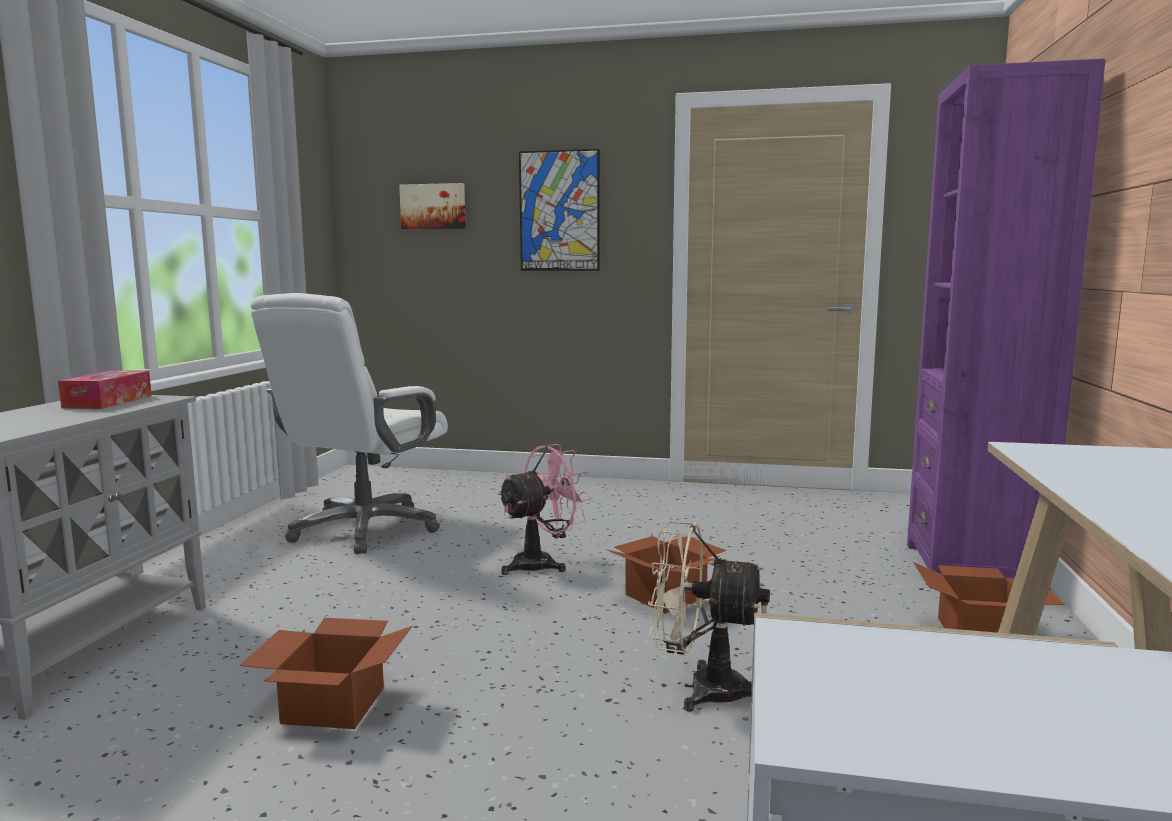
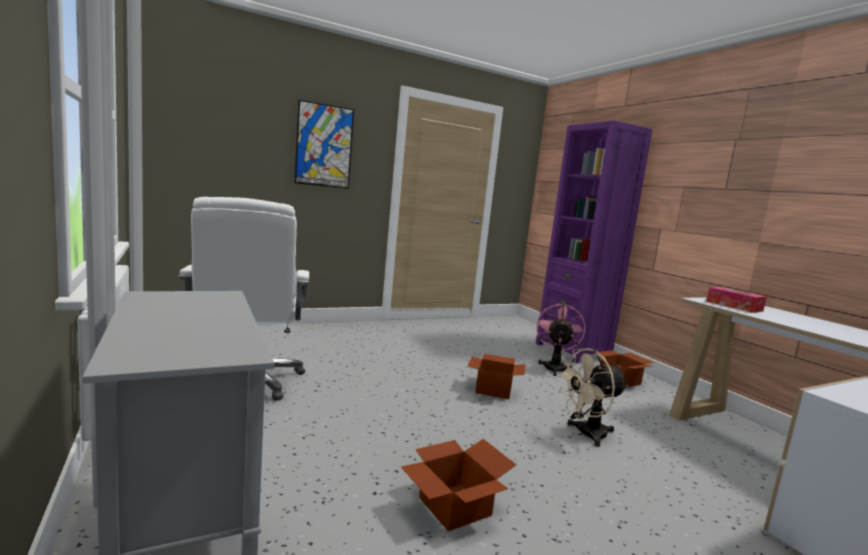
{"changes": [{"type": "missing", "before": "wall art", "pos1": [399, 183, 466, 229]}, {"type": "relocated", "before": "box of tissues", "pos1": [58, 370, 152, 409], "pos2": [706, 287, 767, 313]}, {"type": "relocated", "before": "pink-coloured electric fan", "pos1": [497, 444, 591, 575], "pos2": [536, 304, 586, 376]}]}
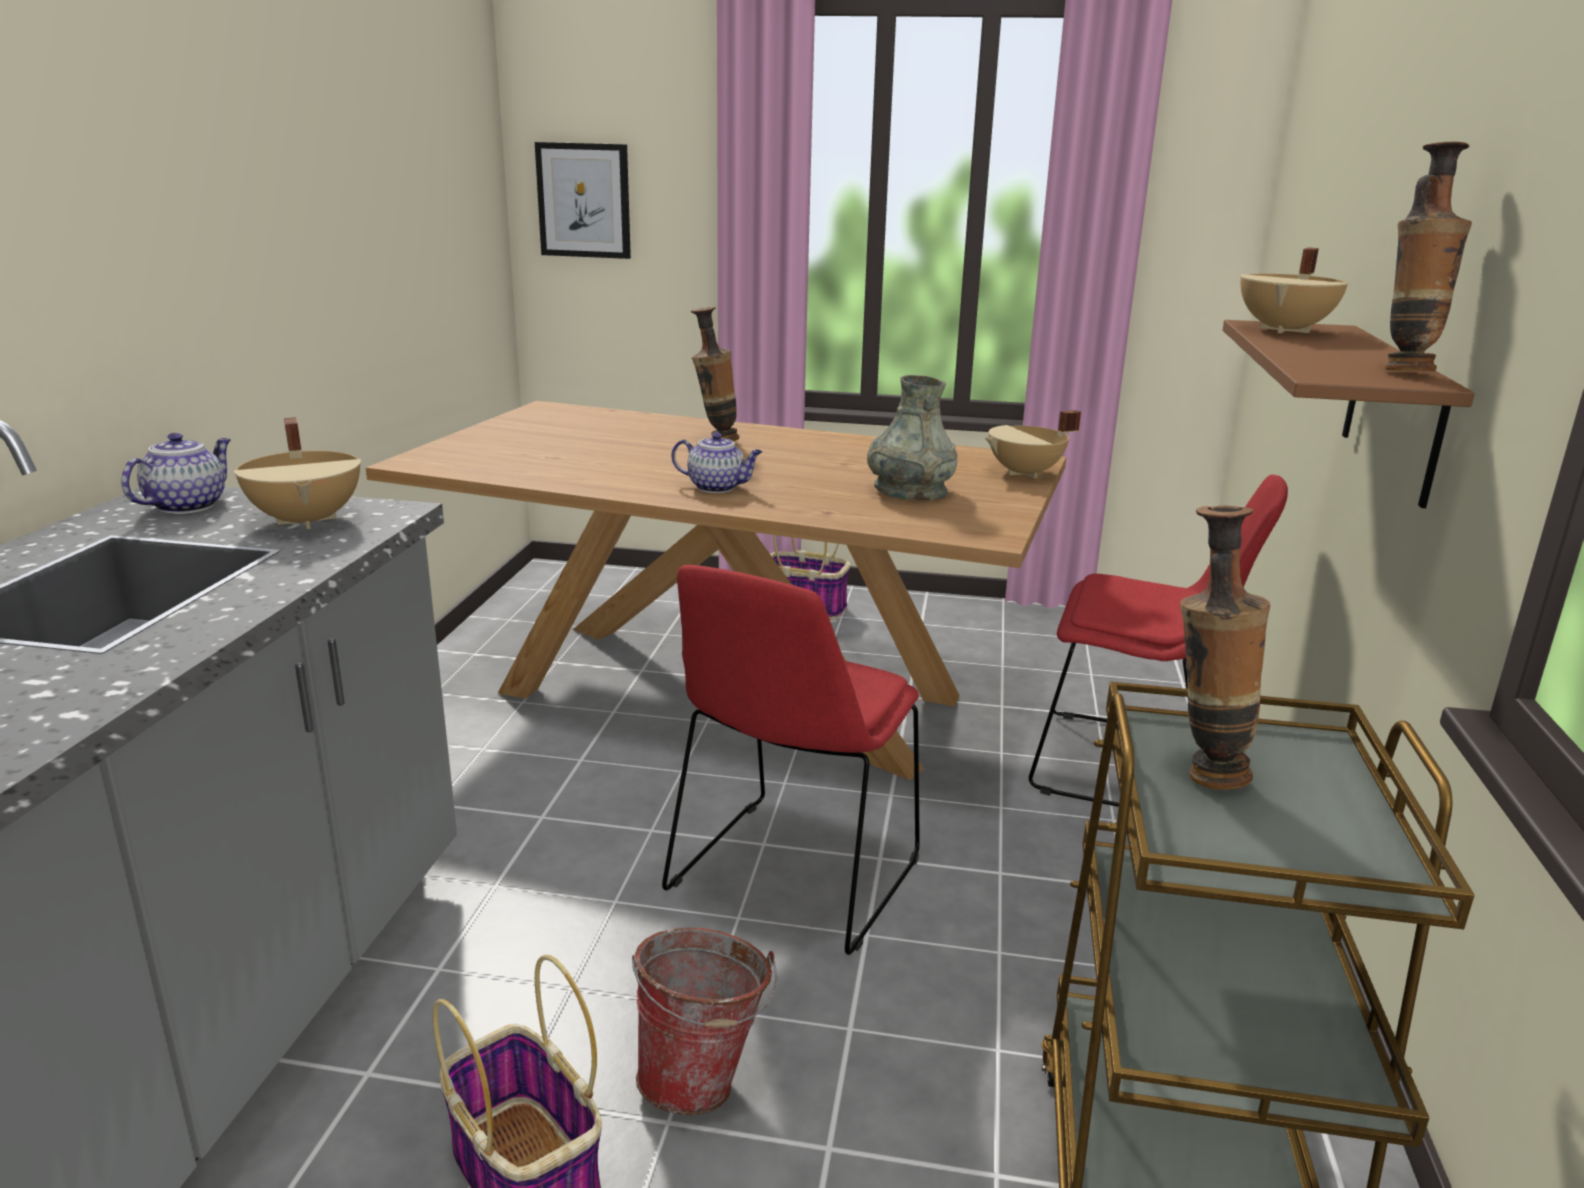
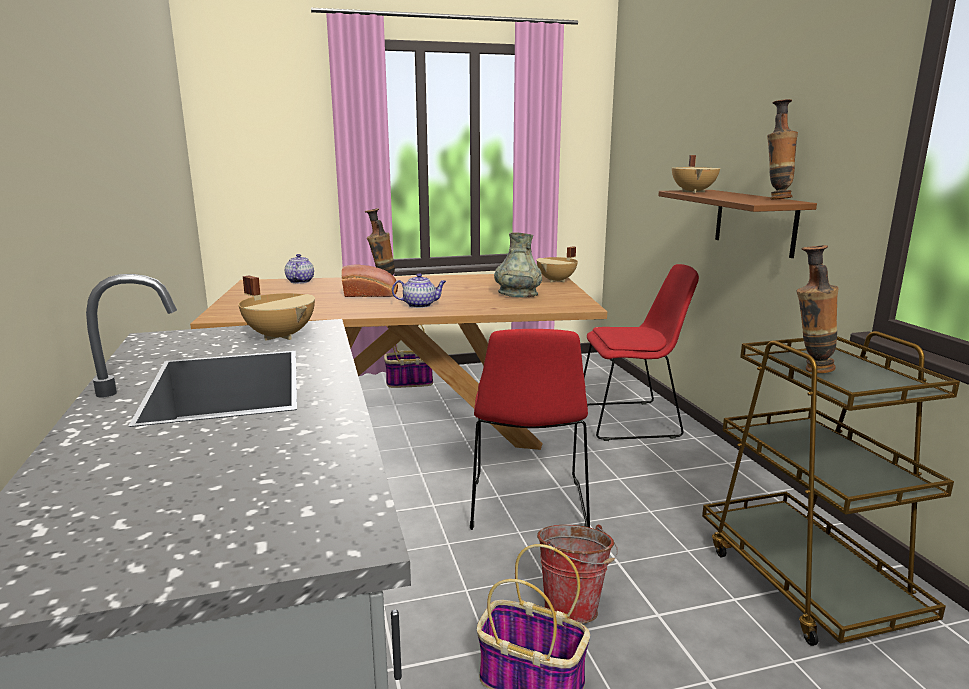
{"changes": [{"type": "missing", "before": "wall art", "pos1": [535, 142, 631, 259]}, {"type": "relocated", "before": "teapot", "pos1": [121, 433, 231, 514], "pos2": [285, 254, 314, 283]}, {"type": "appeared", "after": "bread", "pos2": [342, 264, 398, 297]}]}
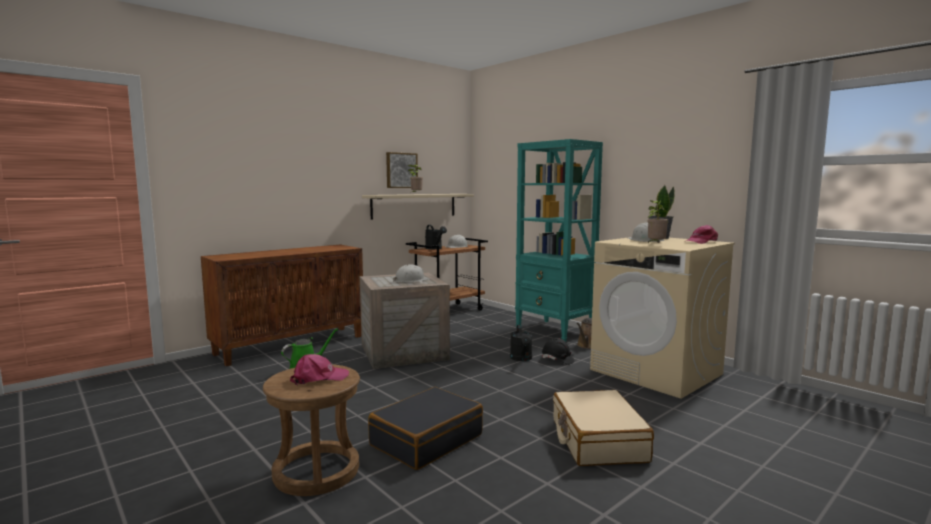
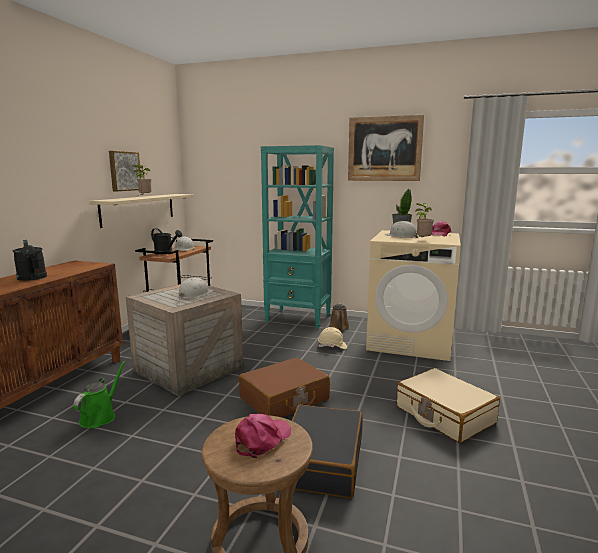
{"changes": [{"type": "relocated", "before": "blackish sprinkling can", "pos1": [510, 325, 532, 361], "pos2": [13, 240, 47, 281]}, {"type": "colour", "before": "blackish work helmet", "after": "sand-coloured work helmet", "pos1": [542, 338, 575, 365], "pos2": [318, 327, 347, 349]}, {"type": "appeared", "after": "wall art", "pos2": [348, 115, 424, 181]}, {"type": "appeared", "after": "brown travel case", "pos2": [239, 357, 330, 417]}]}
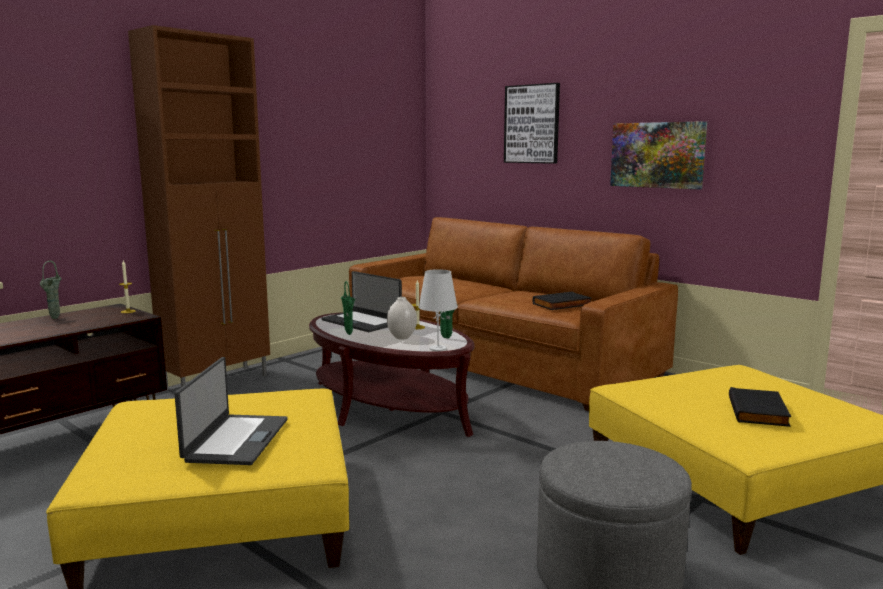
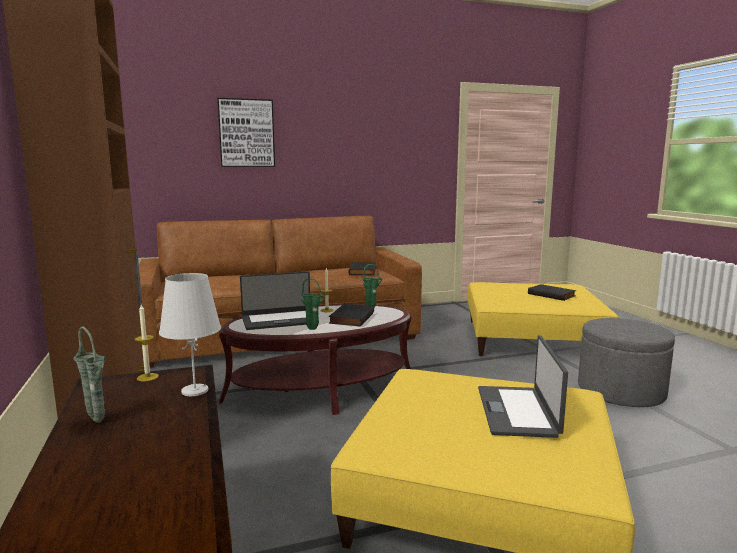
{"changes": [{"type": "missing", "before": "wall art", "pos1": [610, 121, 707, 190]}, {"type": "relocated", "before": "white tabletop lamp", "pos1": [418, 269, 458, 351], "pos2": [159, 273, 221, 396]}, {"type": "exchanged", "before": "white flower vase", "after": "blackish volume", "pos1": [387, 297, 417, 339], "pos2": [329, 304, 374, 327]}, {"type": "spun", "before": "laptop", "pos1": [175, 357, 288, 465], "pos2": [478, 335, 568, 438], "turn": -120}]}
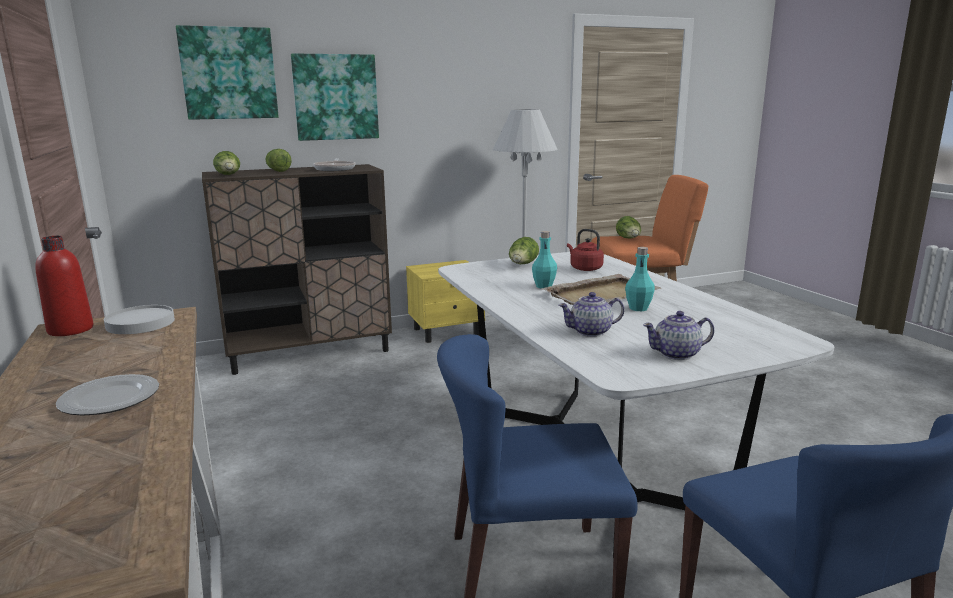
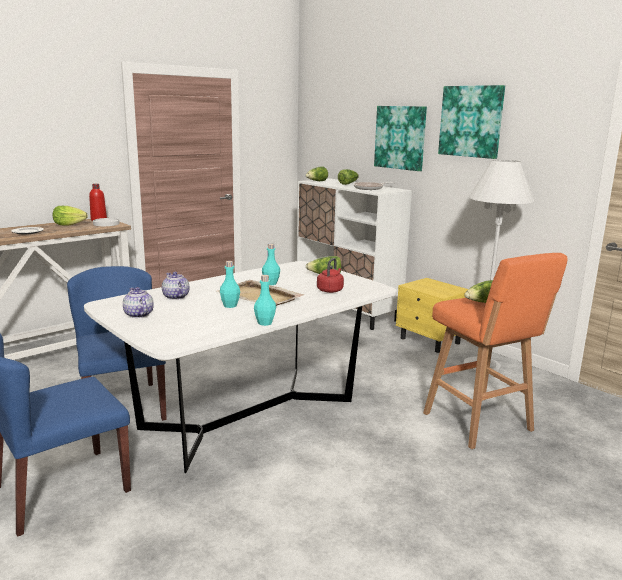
{"changes": [{"type": "relocated", "before": "wall art", "pos1": [176, 25, 279, 120], "pos2": [438, 85, 505, 159]}, {"type": "colour", "before": "brown cabinet", "after": "white cabinet", "pos1": [202, 164, 392, 375], "pos2": [297, 178, 412, 330]}, {"type": "appeared", "after": "lettuce head", "pos2": [53, 206, 88, 225]}, {"type": "appeared", "after": "blue-green beverage bottle", "pos2": [254, 275, 276, 326]}]}
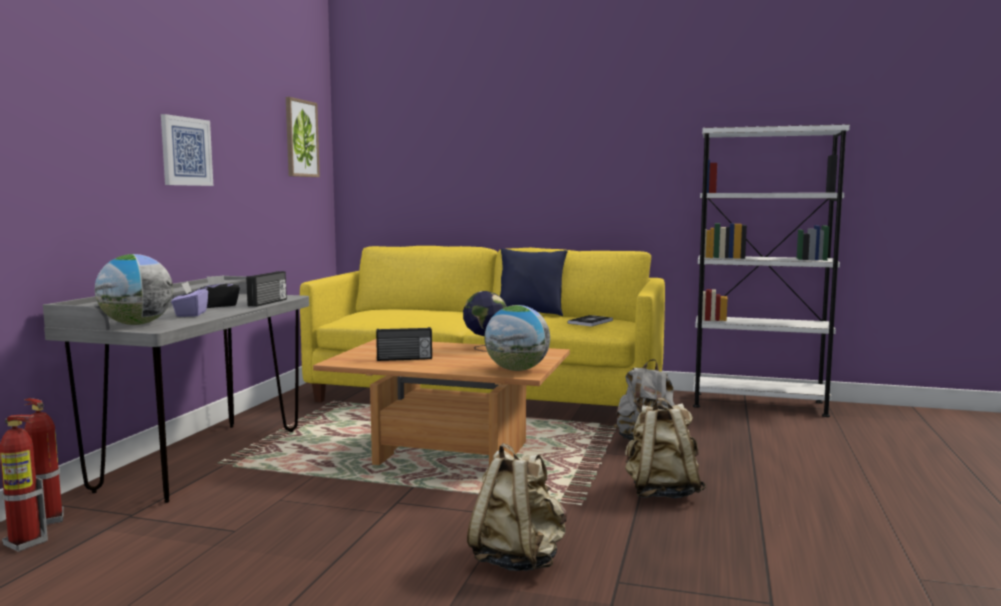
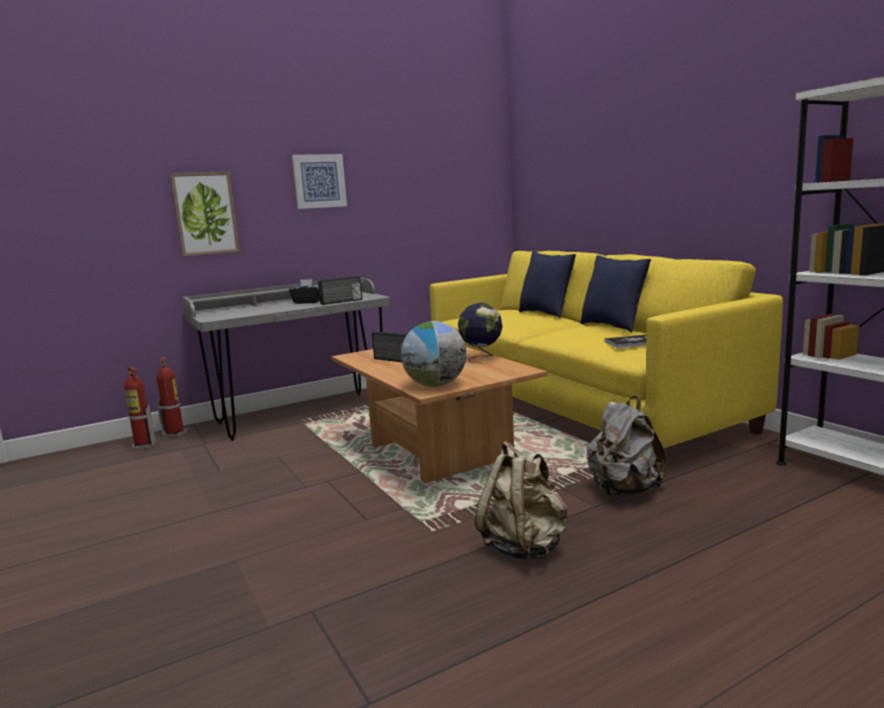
{"changes": [{"type": "relocated", "before": "wall art", "pos1": [286, 97, 320, 177], "pos2": [170, 172, 240, 256]}, {"type": "missing", "before": "desk globe", "pos1": [95, 254, 173, 325]}, {"type": "missing", "before": "purple box of tissues", "pos1": [171, 282, 208, 317]}, {"type": "missing", "before": "sand-coloured knapsack", "pos1": [467, 443, 567, 571]}, {"type": "appeared", "after": "bluish throw pillow", "pos2": [519, 252, 576, 318]}]}
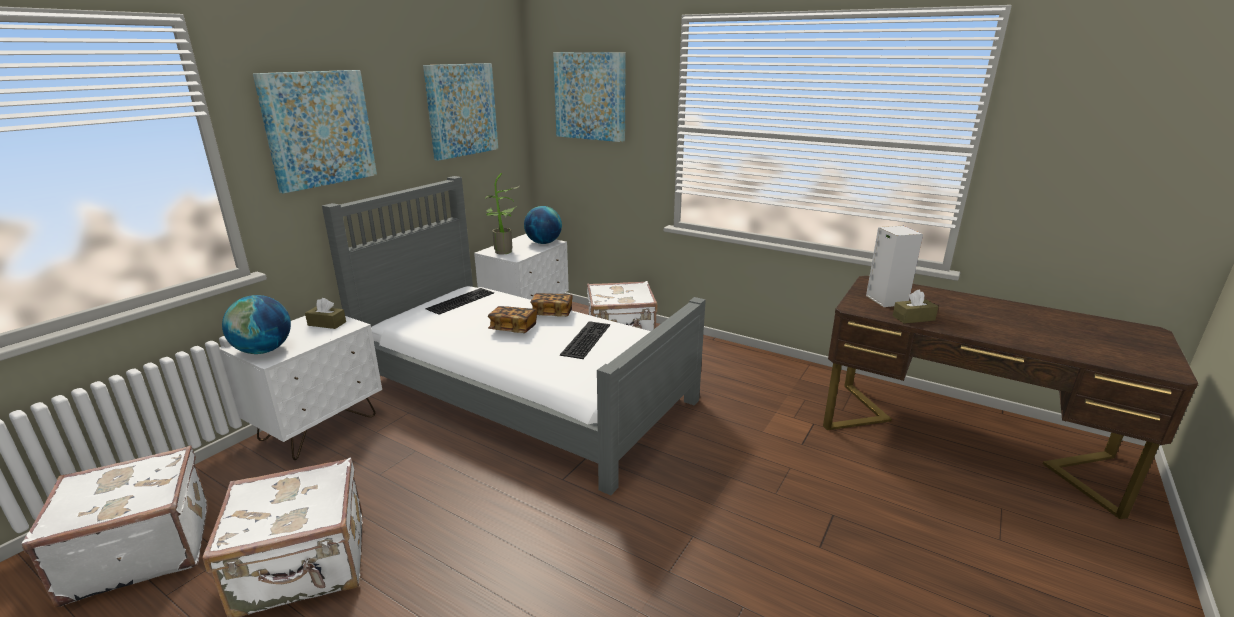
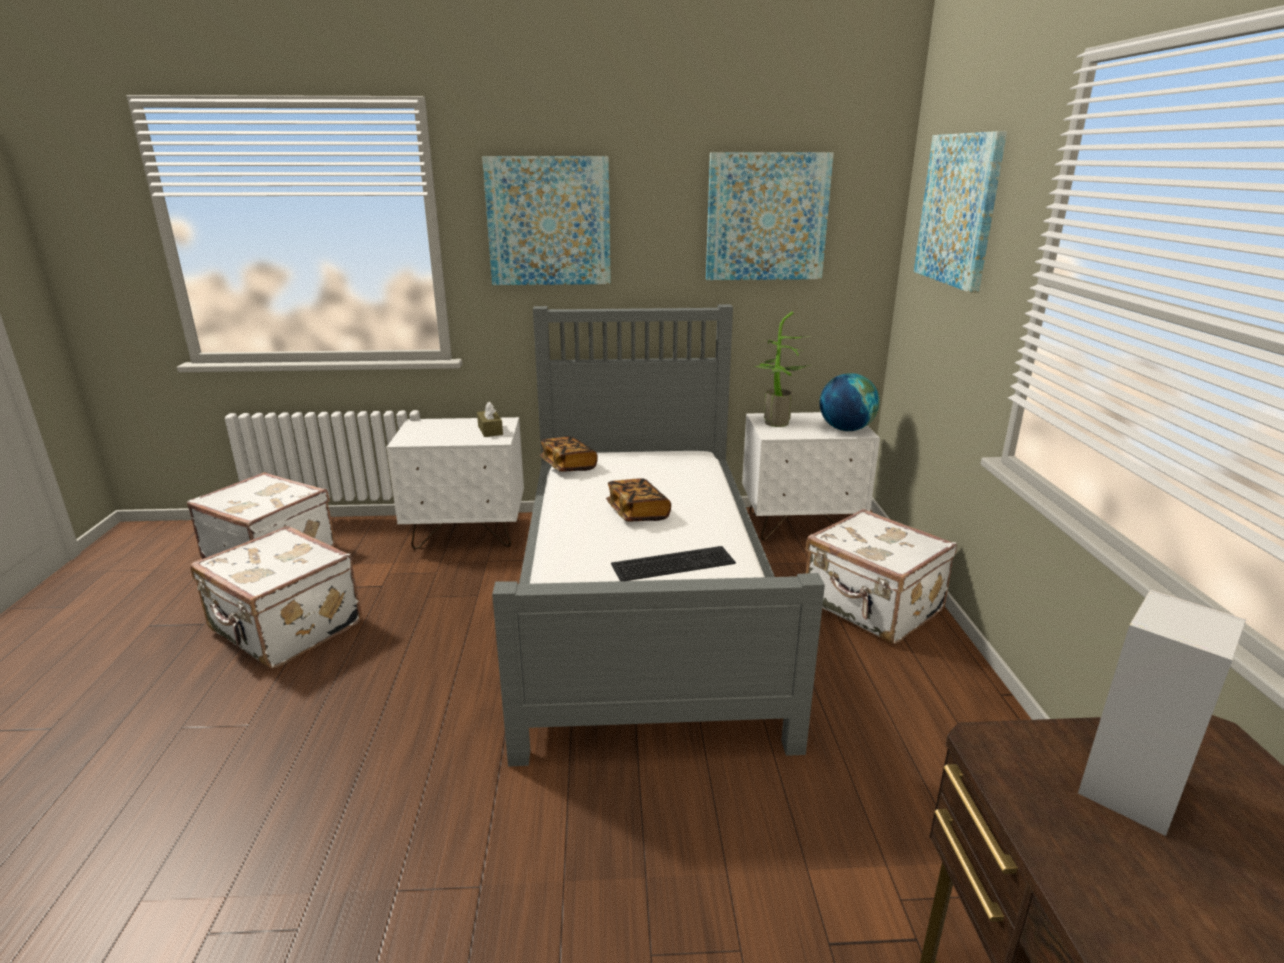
{"changes": [{"type": "missing", "before": "computer keyboard", "pos1": [426, 288, 494, 315]}, {"type": "missing", "before": "brown box of tissues", "pos1": [893, 289, 939, 324]}, {"type": "relocated", "before": "volume", "pos1": [530, 293, 572, 317], "pos2": [540, 437, 598, 472]}, {"type": "missing", "before": "desk globe", "pos1": [222, 295, 291, 354]}]}
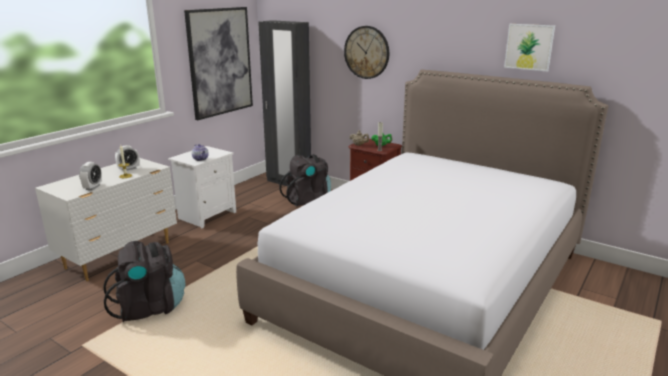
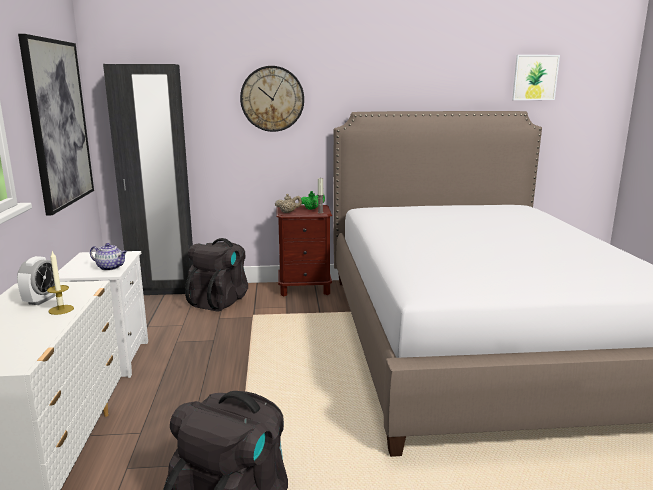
{"changes": [{"type": "relocated", "before": "wall art", "pos1": [504, 24, 555, 72], "pos2": [512, 55, 560, 100]}, {"type": "missing", "before": "table clock", "pos1": [79, 162, 102, 190]}]}
